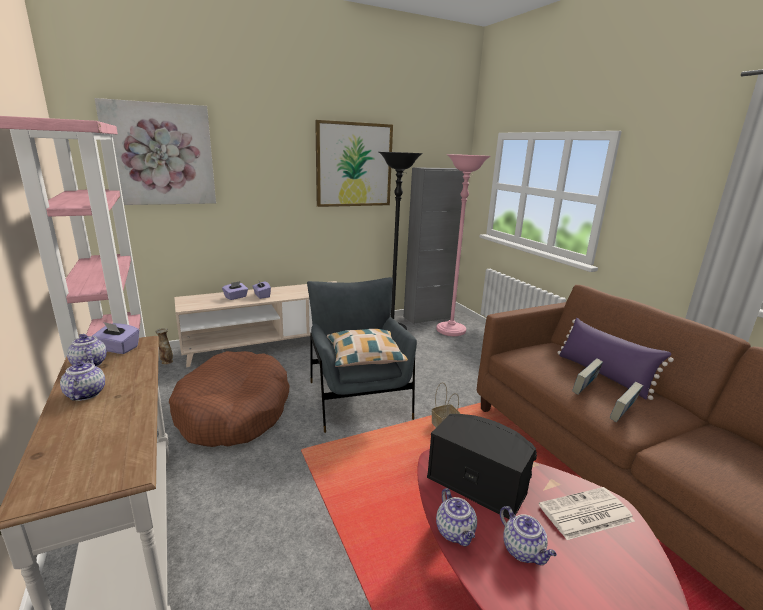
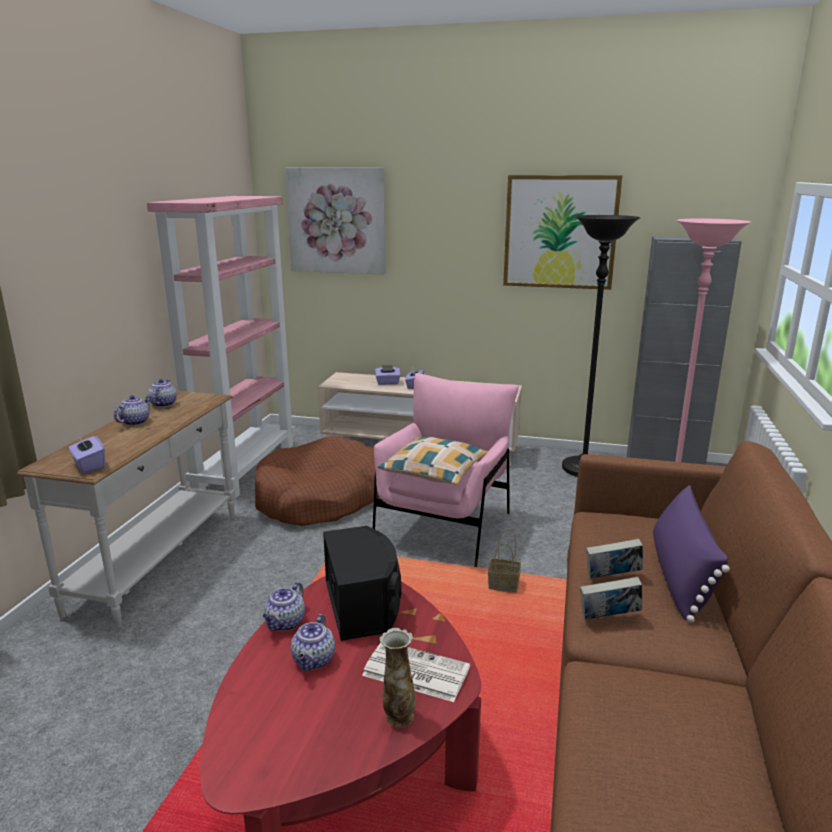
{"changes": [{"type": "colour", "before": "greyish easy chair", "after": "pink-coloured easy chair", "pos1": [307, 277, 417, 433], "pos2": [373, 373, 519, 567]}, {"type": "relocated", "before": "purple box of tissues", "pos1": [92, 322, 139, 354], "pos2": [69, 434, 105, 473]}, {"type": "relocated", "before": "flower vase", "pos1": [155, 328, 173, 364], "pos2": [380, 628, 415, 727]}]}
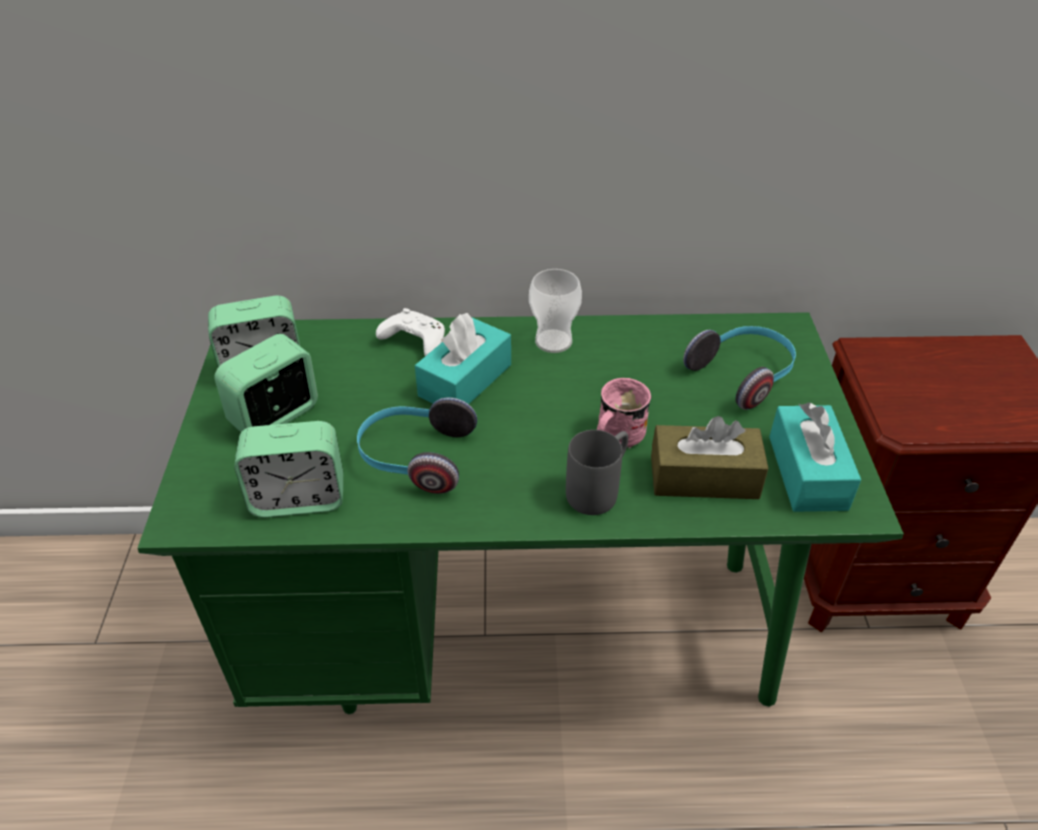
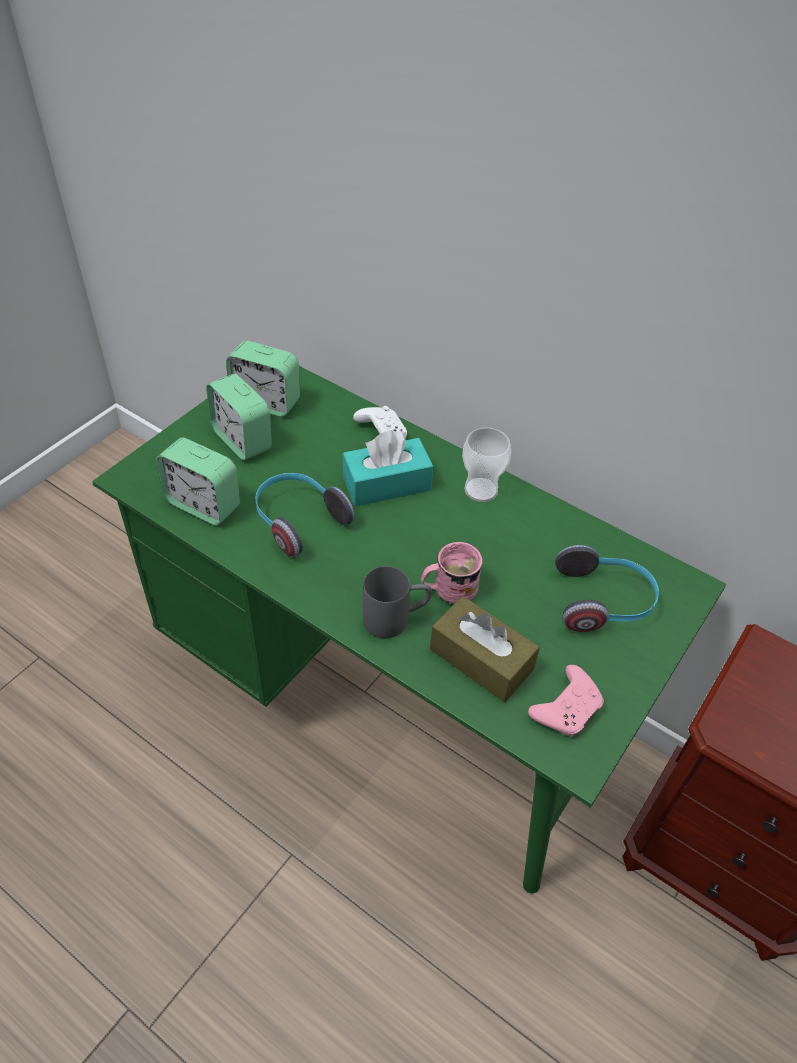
{"changes": [{"type": "spun", "before": "table clock", "pos1": [214, 334, 318, 432], "pos2": [206, 374, 272, 461], "turn": -120}, {"type": "exchanged", "before": "blue-green box of tissues", "after": "pink-coloured game controller", "pos1": [769, 402, 861, 512], "pos2": [528, 665, 604, 737]}]}
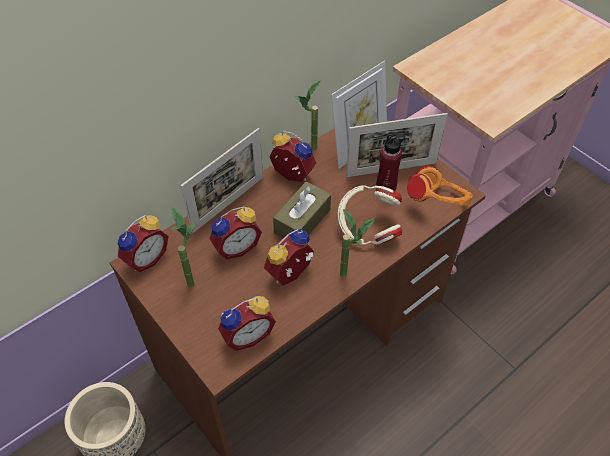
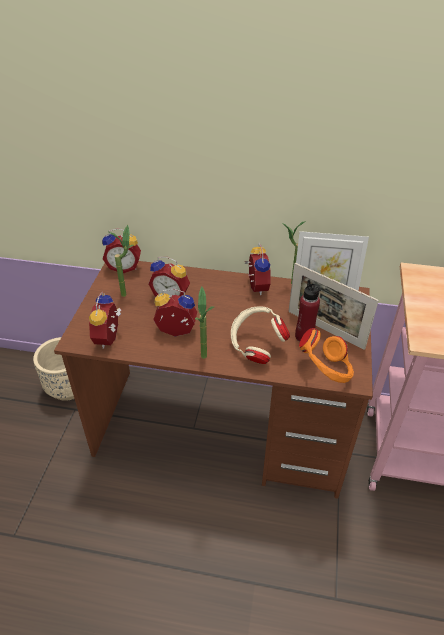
{"changes": [{"type": "missing", "before": "picture frame", "pos1": [181, 128, 263, 233]}, {"type": "missing", "before": "brown box of tissues", "pos1": [273, 181, 331, 238]}, {"type": "spun", "before": "table clock", "pos1": [218, 296, 276, 351], "pos2": [89, 292, 121, 349], "turn": 75}]}
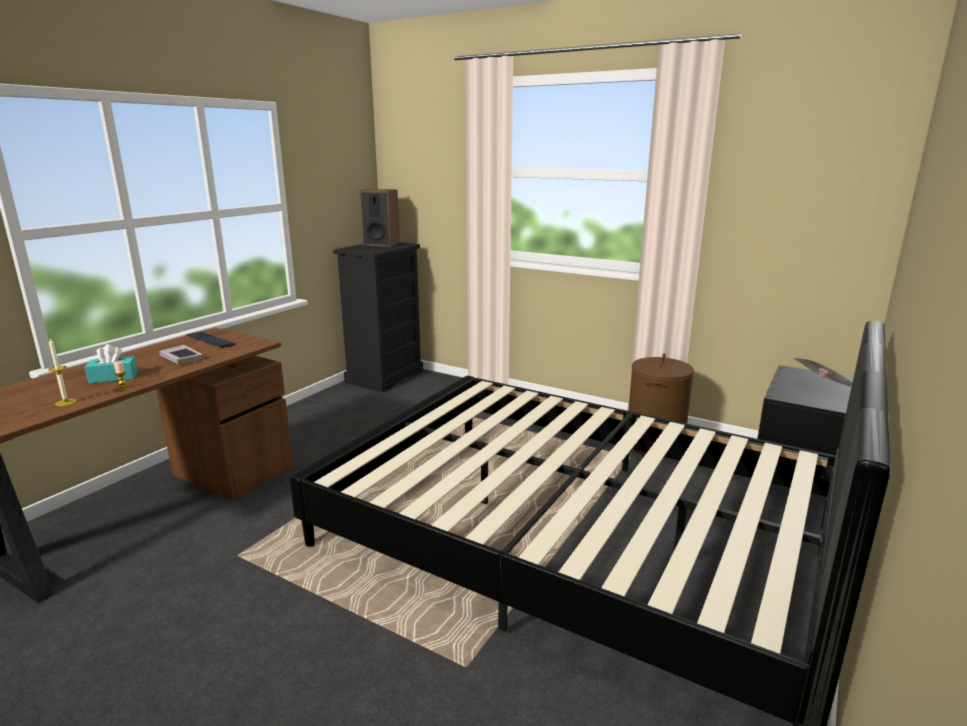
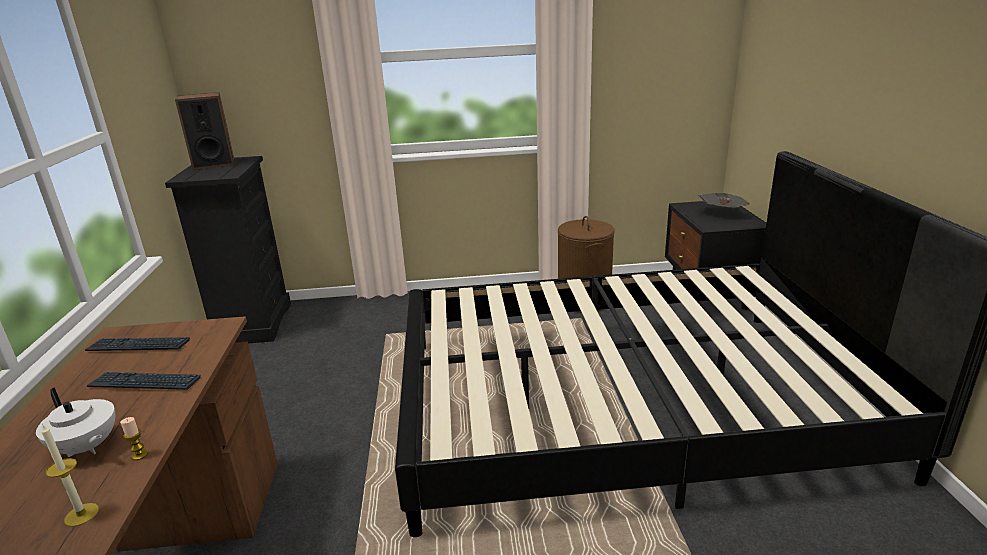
{"changes": [{"type": "exchanged", "before": "blue-green box of tissues", "after": "white teapot", "pos1": [85, 344, 138, 383], "pos2": [36, 387, 115, 458]}, {"type": "exchanged", "before": "volume", "after": "computer keyboard", "pos1": [159, 345, 203, 364], "pos2": [87, 372, 201, 390]}]}
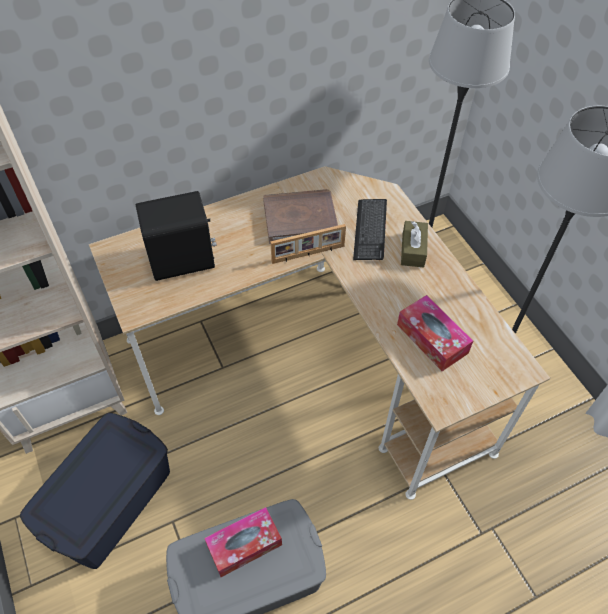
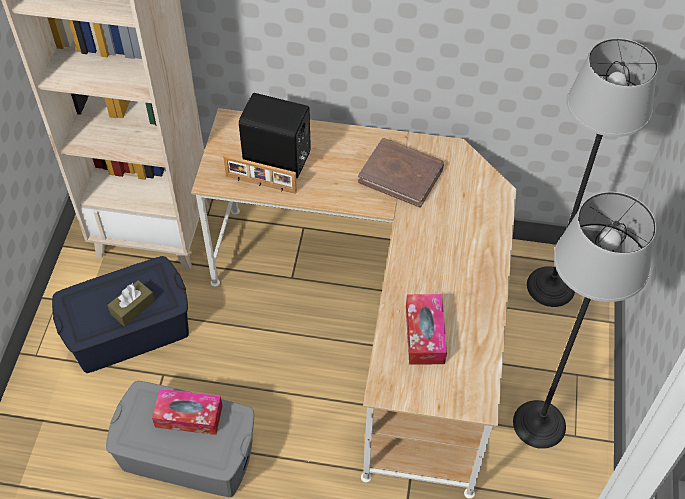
{"changes": [{"type": "missing", "before": "computer keyboard", "pos1": [353, 199, 387, 260]}, {"type": "relocated", "before": "brown box of tissues", "pos1": [401, 221, 428, 268], "pos2": [107, 280, 155, 327]}, {"type": "relocated", "before": "picture frame", "pos1": [270, 224, 346, 264], "pos2": [223, 155, 297, 194]}]}
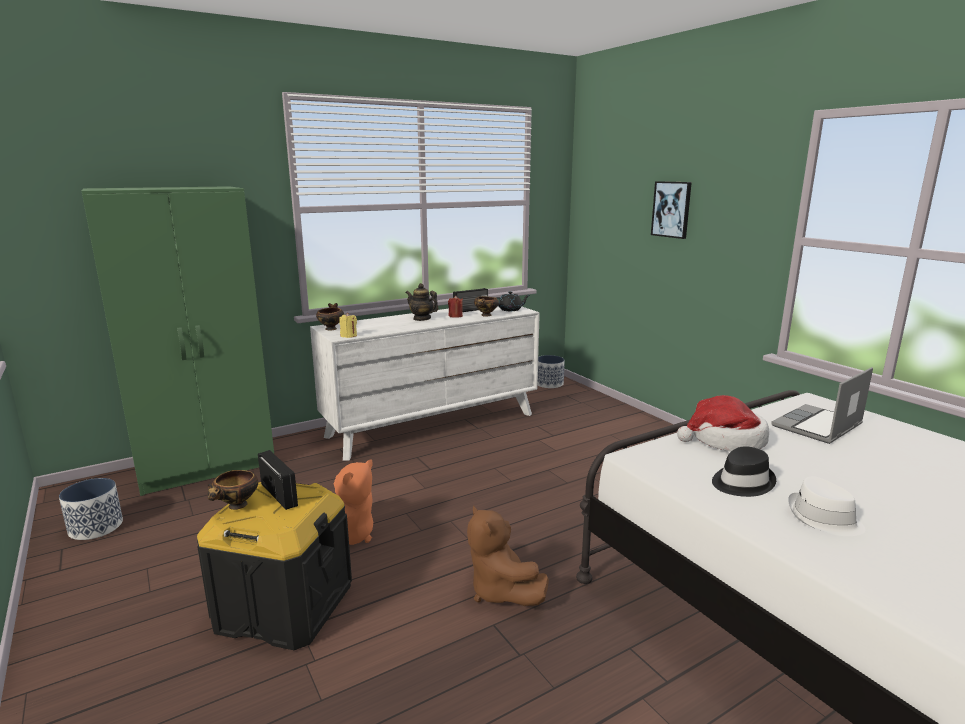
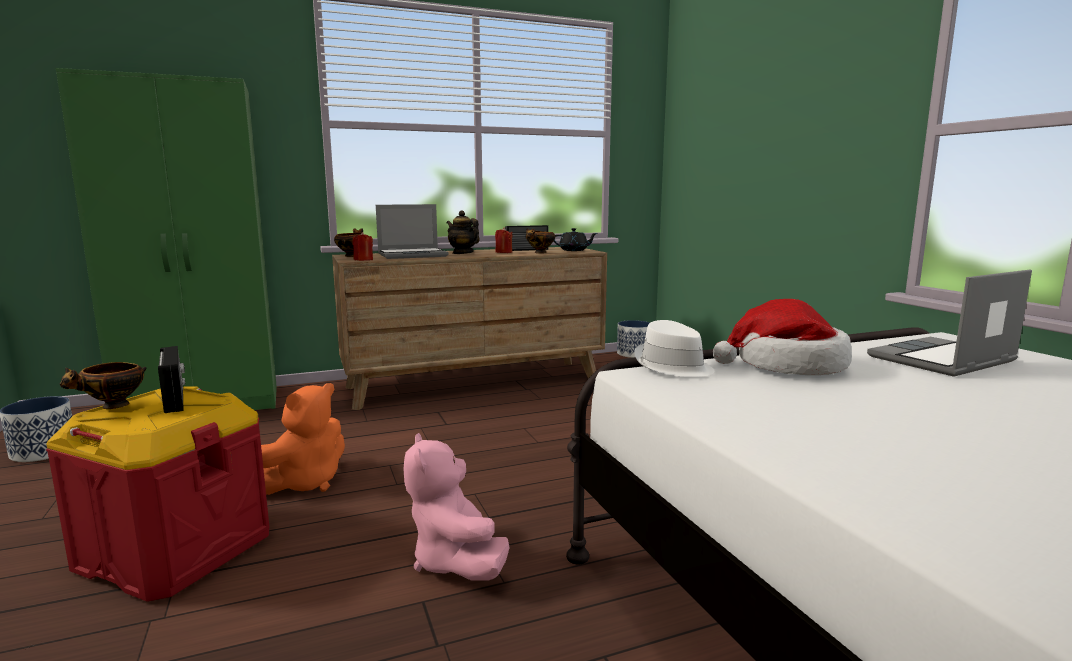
{"changes": [{"type": "missing", "before": "wall art", "pos1": [651, 181, 692, 239]}, {"type": "colour", "before": "white dresser", "after": "brown dresser", "pos1": [310, 306, 540, 461], "pos2": [332, 247, 607, 410]}, {"type": "colour", "before": "yellow-coloured wax light", "after": "red wax light", "pos1": [339, 313, 357, 338], "pos2": [353, 232, 373, 261]}, {"type": "missing", "before": "blackish hat", "pos1": [712, 446, 776, 497]}, {"type": "relocated", "before": "white hat", "pos1": [788, 476, 866, 536], "pos2": [634, 320, 714, 377]}, {"type": "colour", "before": "blackish storage box", "after": "red storage box", "pos1": [197, 482, 352, 650], "pos2": [46, 387, 269, 602]}, {"type": "colour", "before": "brown cuddly toy", "after": "pink-coloured cuddly toy", "pos1": [467, 505, 549, 606], "pos2": [403, 433, 510, 581]}, {"type": "appeared", "after": "laptop", "pos2": [376, 204, 448, 259]}]}
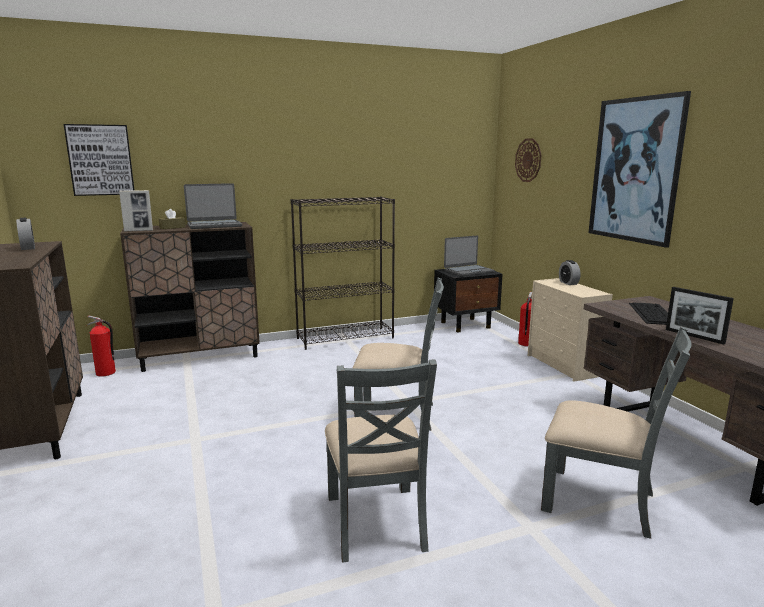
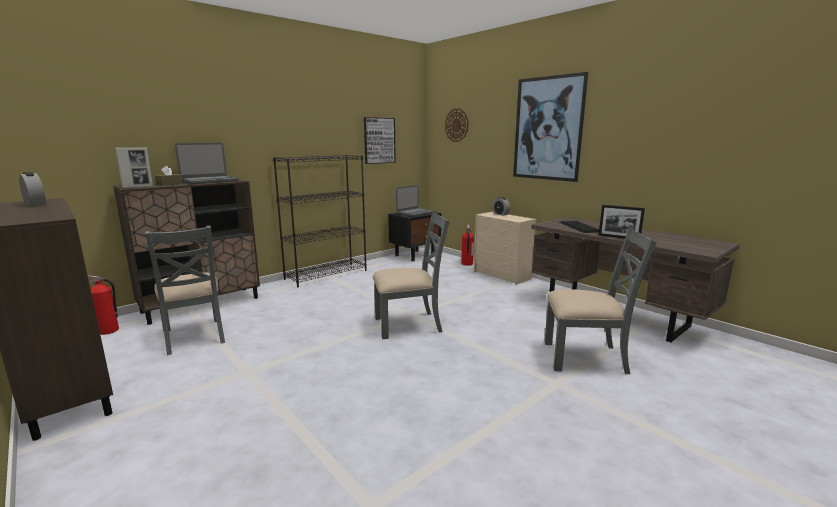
{"changes": [{"type": "relocated", "before": "wall art", "pos1": [64, 124, 134, 196], "pos2": [364, 117, 396, 164]}, {"type": "relocated", "before": "greyish upright chair", "pos1": [325, 359, 437, 563], "pos2": [145, 226, 225, 355]}]}
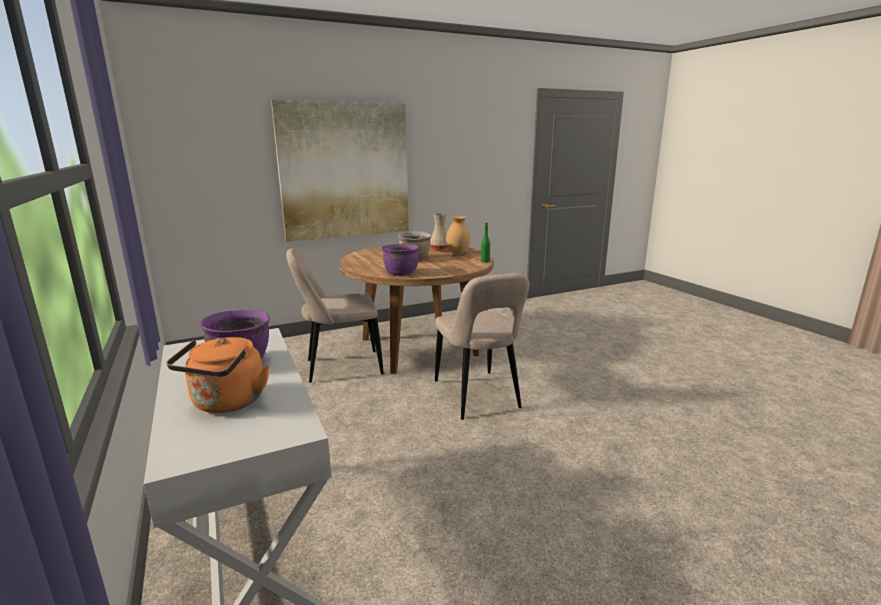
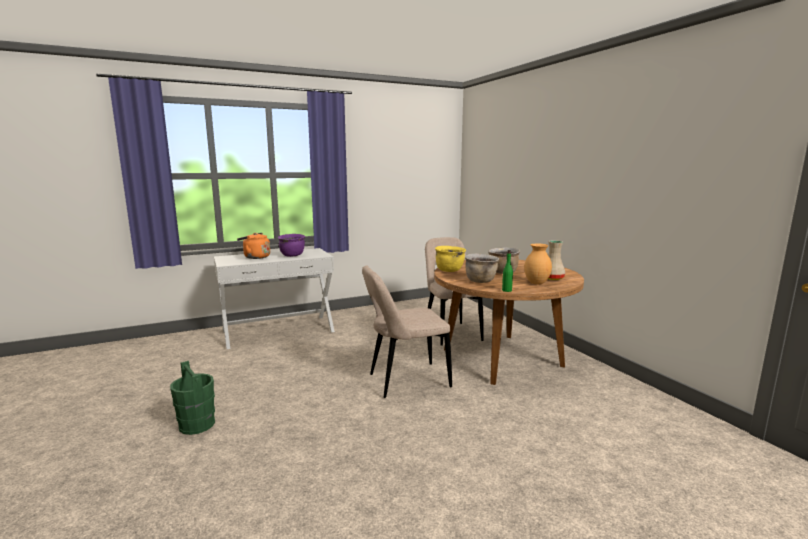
{"changes": [{"type": "missing", "before": "wall art", "pos1": [271, 100, 409, 241]}, {"type": "colour", "before": "purple stockpot", "after": "yellow-coloured stockpot", "pos1": [381, 244, 419, 276], "pos2": [435, 246, 466, 272]}, {"type": "appeared", "after": "brown stockpot", "pos2": [465, 254, 499, 283]}, {"type": "appeared", "after": "greenish bucket", "pos2": [170, 361, 215, 435]}]}
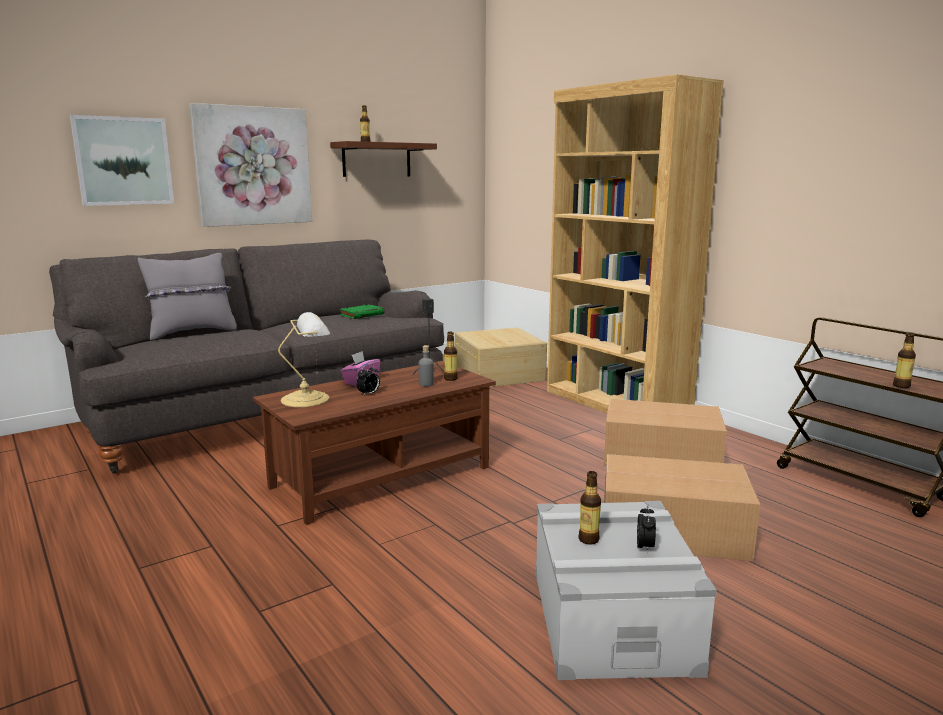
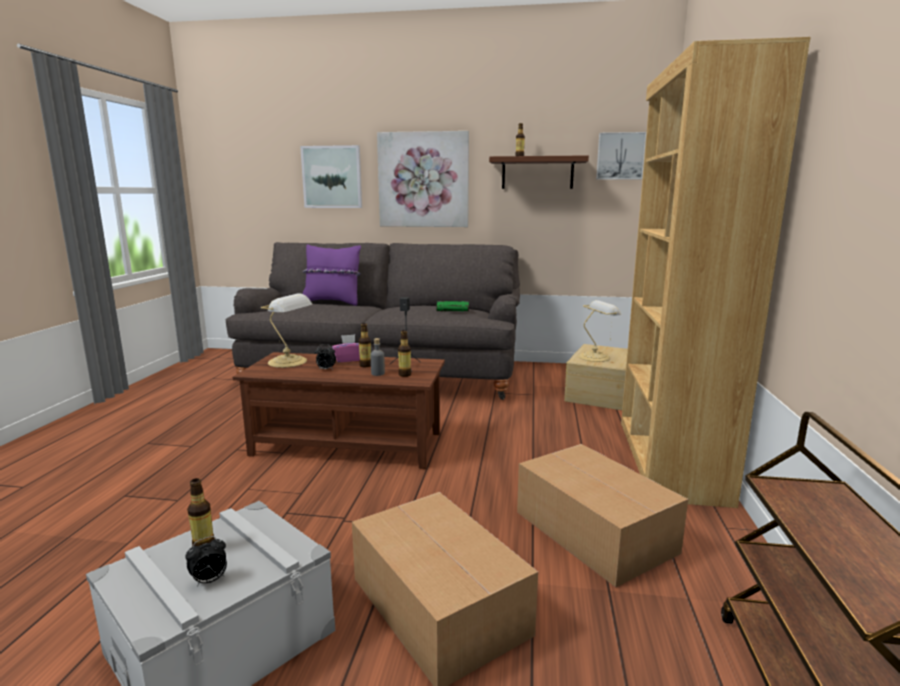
{"changes": [{"type": "colour", "before": "greyish throw pillow", "after": "purple throw pillow", "pos1": [138, 253, 237, 340], "pos2": [302, 244, 361, 306]}, {"type": "relocated", "before": "beverage bottle", "pos1": [893, 332, 916, 388], "pos2": [359, 323, 371, 367]}, {"type": "appeared", "after": "wall art", "pos2": [596, 132, 646, 180]}, {"type": "appeared", "after": "tabletop lamp", "pos2": [578, 300, 622, 362]}]}
